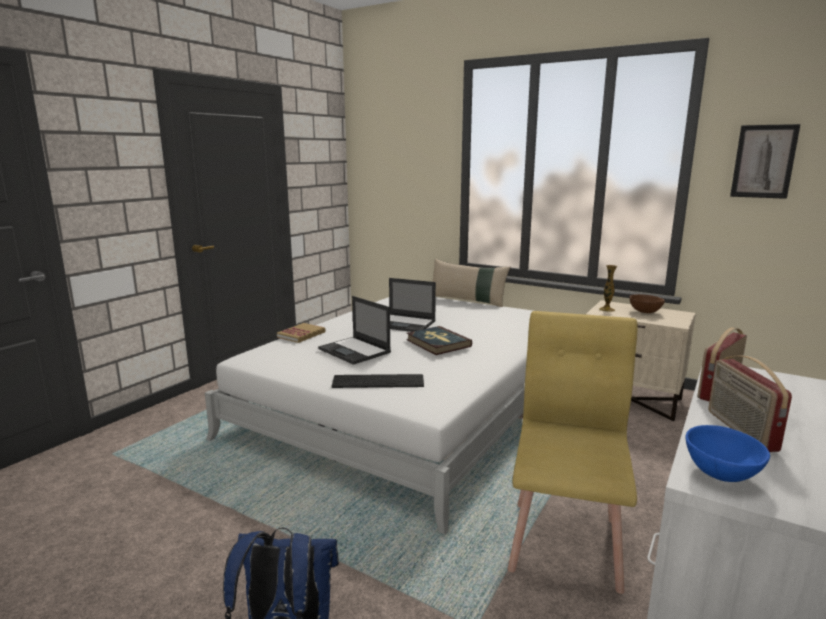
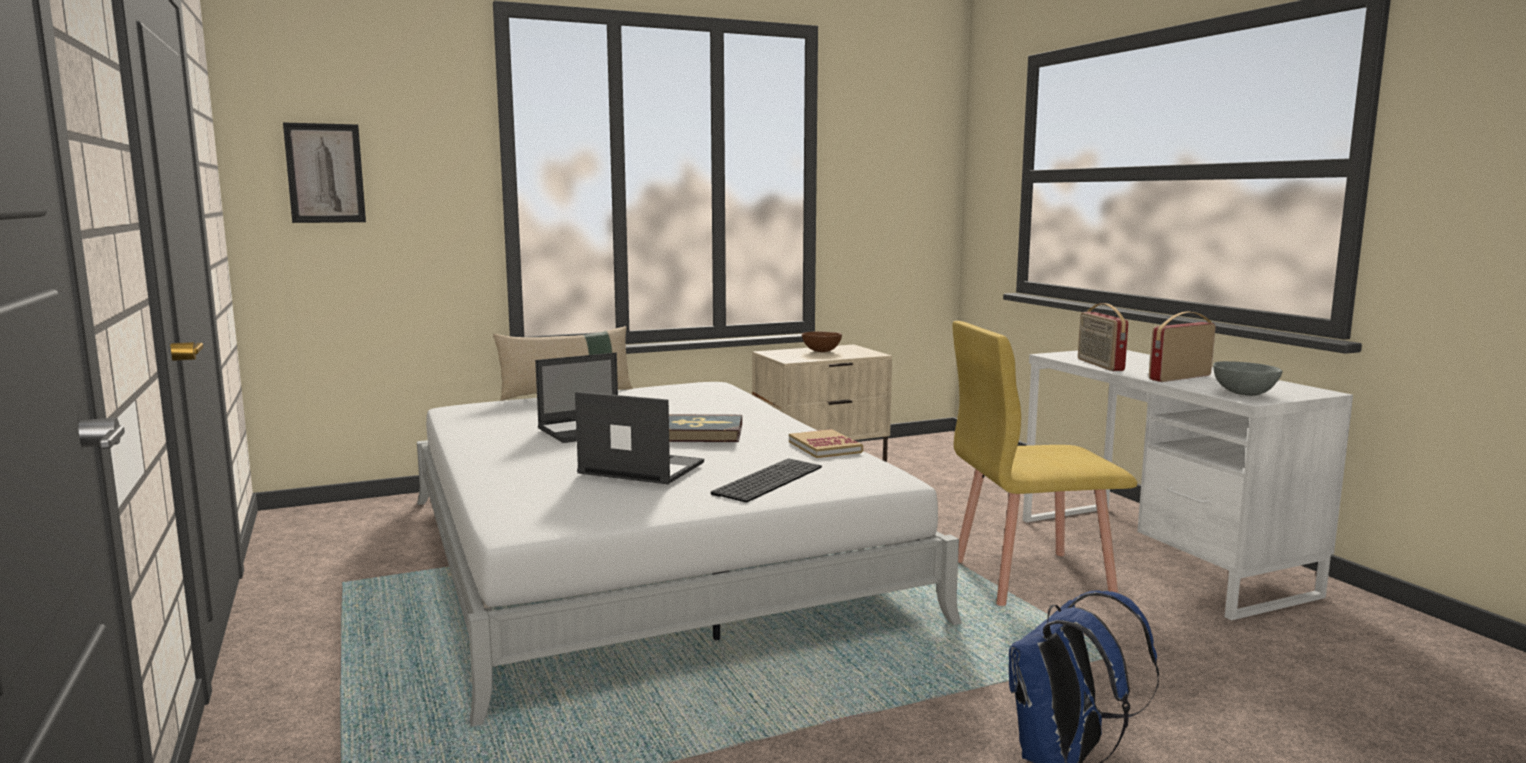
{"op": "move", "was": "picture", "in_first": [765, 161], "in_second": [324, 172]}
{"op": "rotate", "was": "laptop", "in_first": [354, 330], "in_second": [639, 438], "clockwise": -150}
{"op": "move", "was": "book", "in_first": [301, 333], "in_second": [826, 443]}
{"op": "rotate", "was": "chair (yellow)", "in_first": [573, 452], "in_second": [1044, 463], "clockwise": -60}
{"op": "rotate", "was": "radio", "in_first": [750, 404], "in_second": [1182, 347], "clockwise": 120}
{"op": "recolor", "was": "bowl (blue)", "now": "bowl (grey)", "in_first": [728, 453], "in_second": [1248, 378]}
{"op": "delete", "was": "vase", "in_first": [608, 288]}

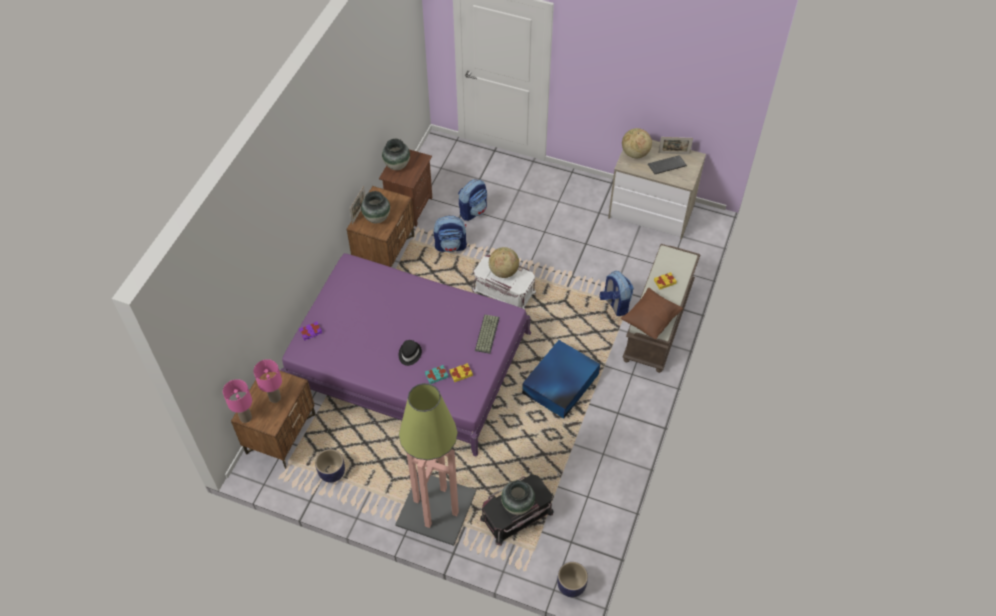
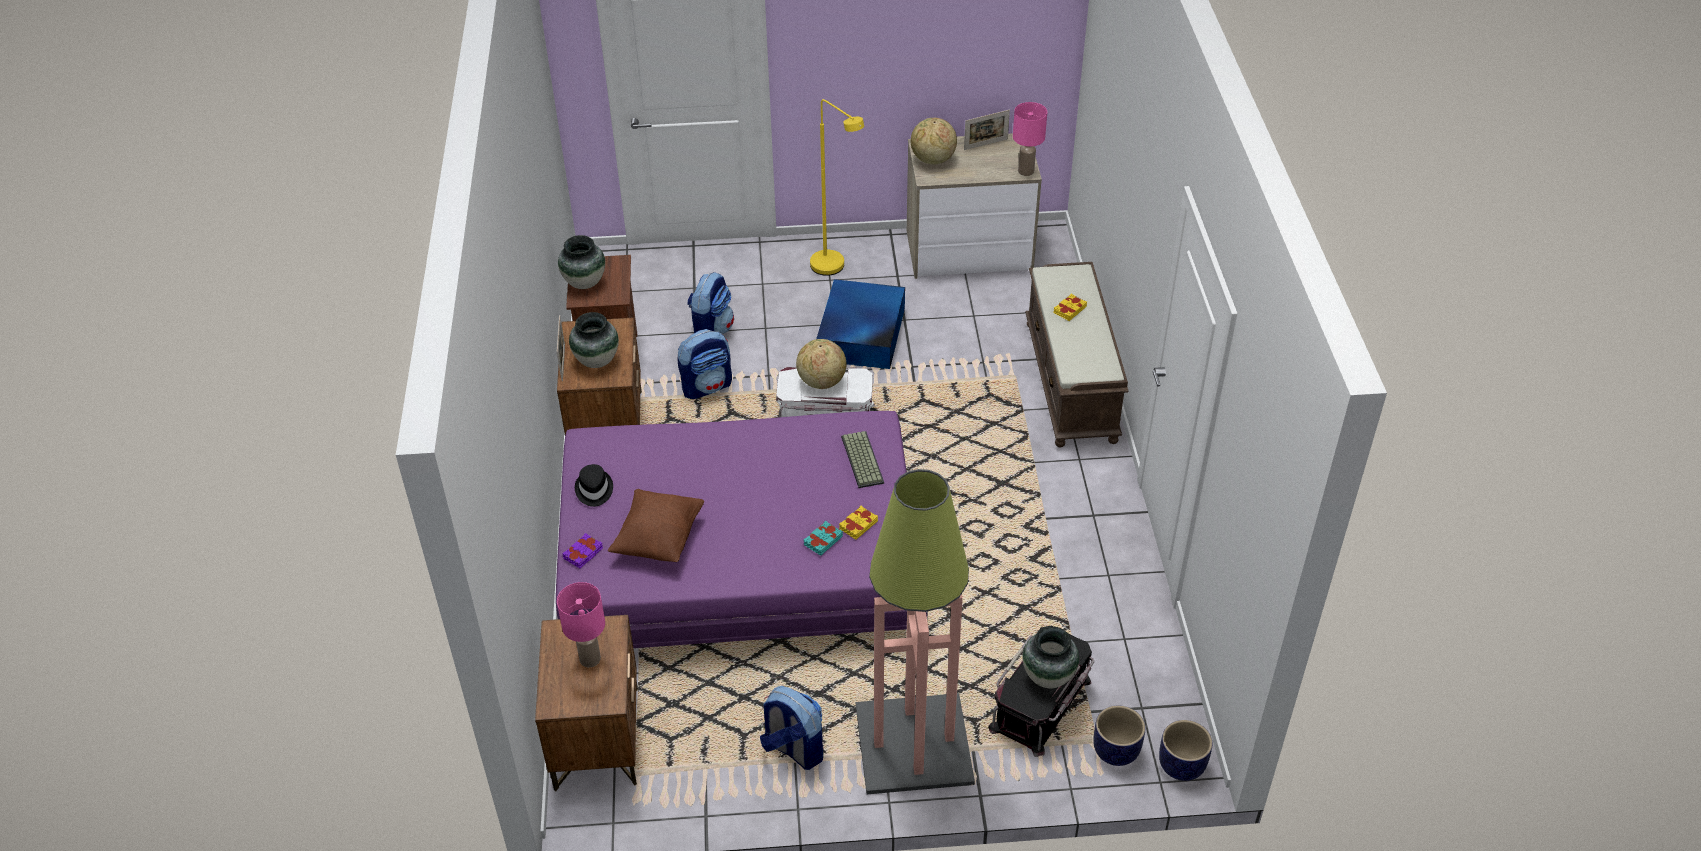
{"op": "move", "was": "hat (black)", "in_first": [410, 353], "in_second": [594, 485]}
{"op": "move", "was": "pillow (brown)", "in_first": [652, 313], "in_second": [656, 525]}
{"op": "move", "was": "backpack", "in_first": [616, 293], "in_second": [791, 728]}
{"op": "insert", "now": "floor lamp (yellow)", "in_second": [837, 187]}
{"op": "move", "was": "storage box (blue)", "in_first": [561, 379], "in_second": [860, 324]}
{"op": "move", "was": "table lamp (pink)", "in_first": [237, 401], "in_second": [1030, 139]}
{"op": "move", "was": "planter", "in_first": [330, 466], "in_second": [1119, 736]}
{"op": "delete", "was": "keyboard", "in_first": [667, 164]}

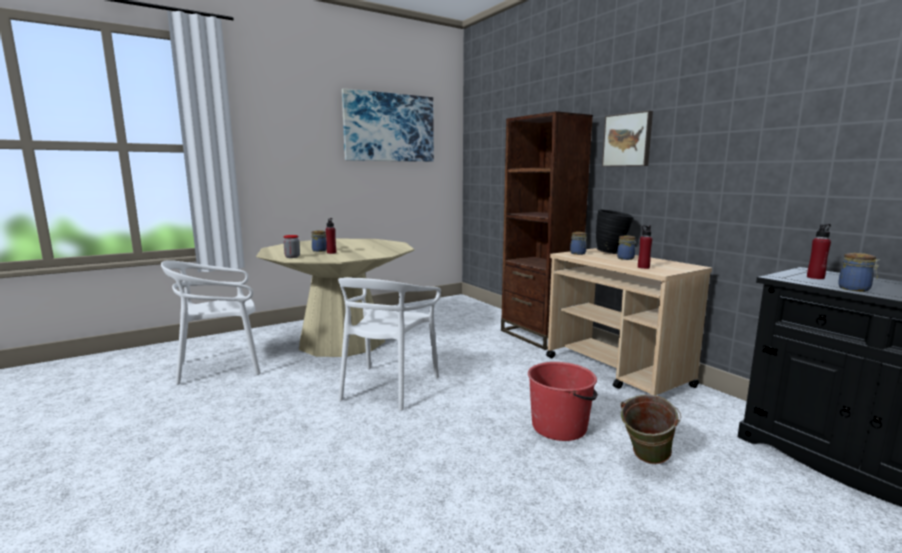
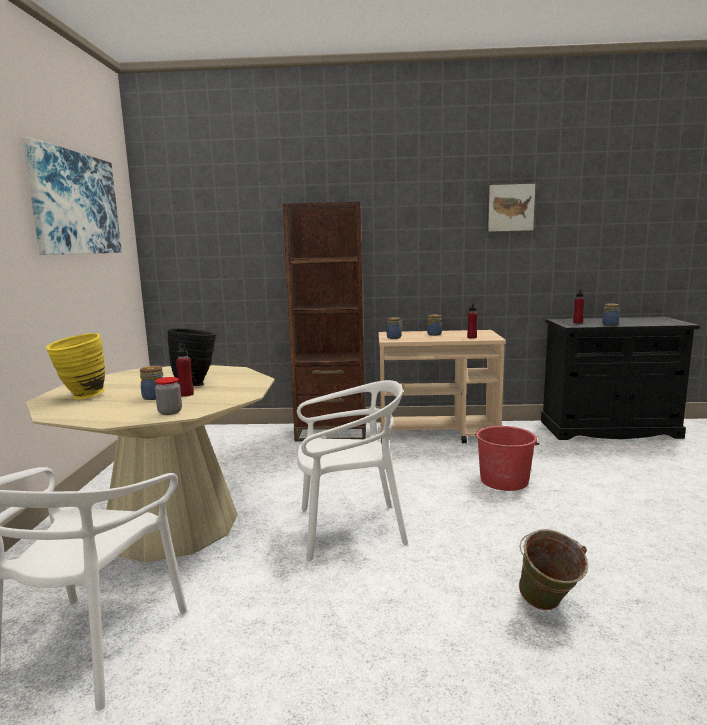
{"op": "insert", "now": "vase (yellow)", "in_second": [75, 366]}
{"op": "move", "was": "vase (black)", "in_first": [615, 231], "in_second": [192, 357]}
{"op": "rotate", "was": "chair (white)", "in_first": [389, 344], "in_second": [352, 470], "clockwise": -60}
{"op": "move", "was": "picture", "in_first": [627, 139], "in_second": [511, 207]}
{"op": "move", "was": "bucket (green)", "in_first": [650, 429], "in_second": [553, 569]}

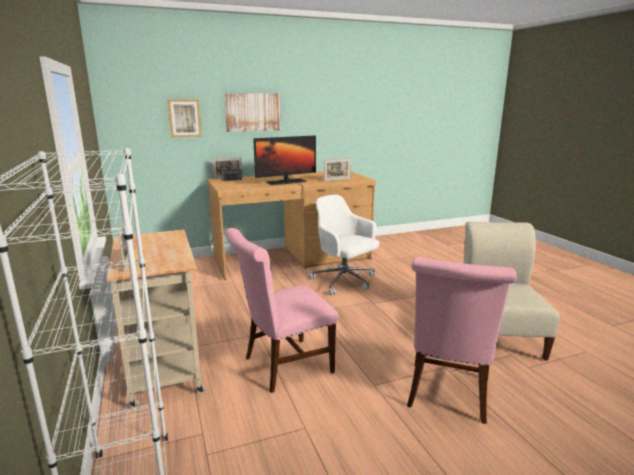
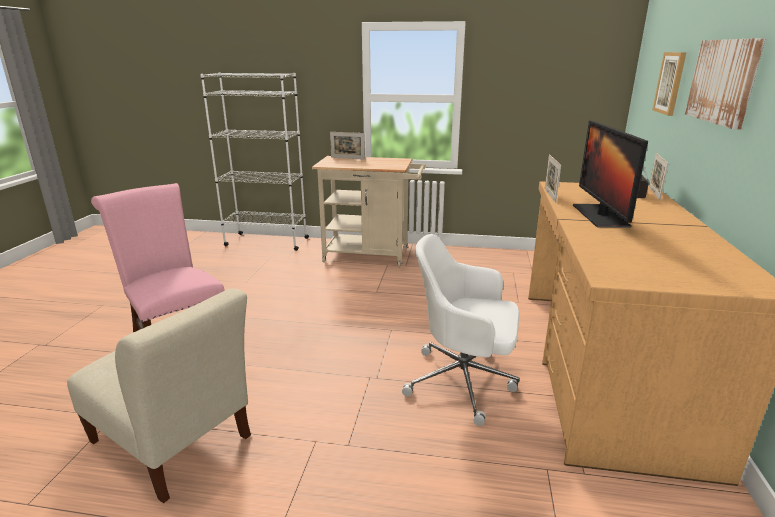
{"op": "rotate", "was": "office chair (white)", "in_first": [343, 245], "in_second": [460, 330], "clockwise": -150}
{"op": "move", "was": "picture frame", "in_first": [337, 169], "in_second": [553, 178]}
{"op": "delete", "was": "chair (pink)", "in_first": [281, 310]}

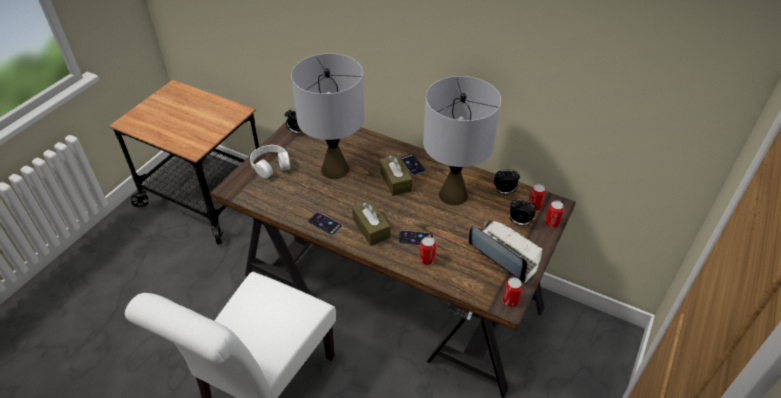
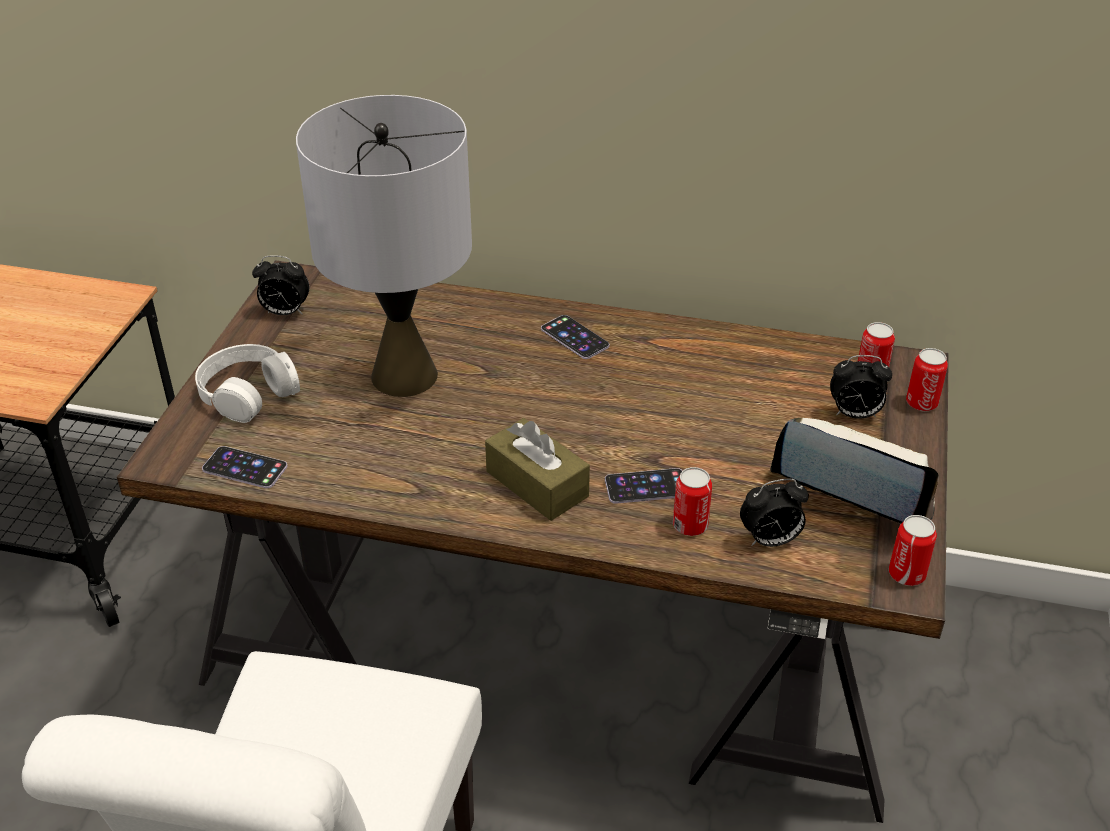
{"op": "move", "was": "phone", "in_first": [325, 224], "in_second": [244, 467]}
{"op": "move", "was": "alarm clock", "in_first": [507, 182], "in_second": [774, 513]}
{"op": "delete", "was": "tissue box (brown)", "in_first": [396, 175]}
{"op": "delete", "was": "table lamp (grey)", "in_first": [462, 140]}

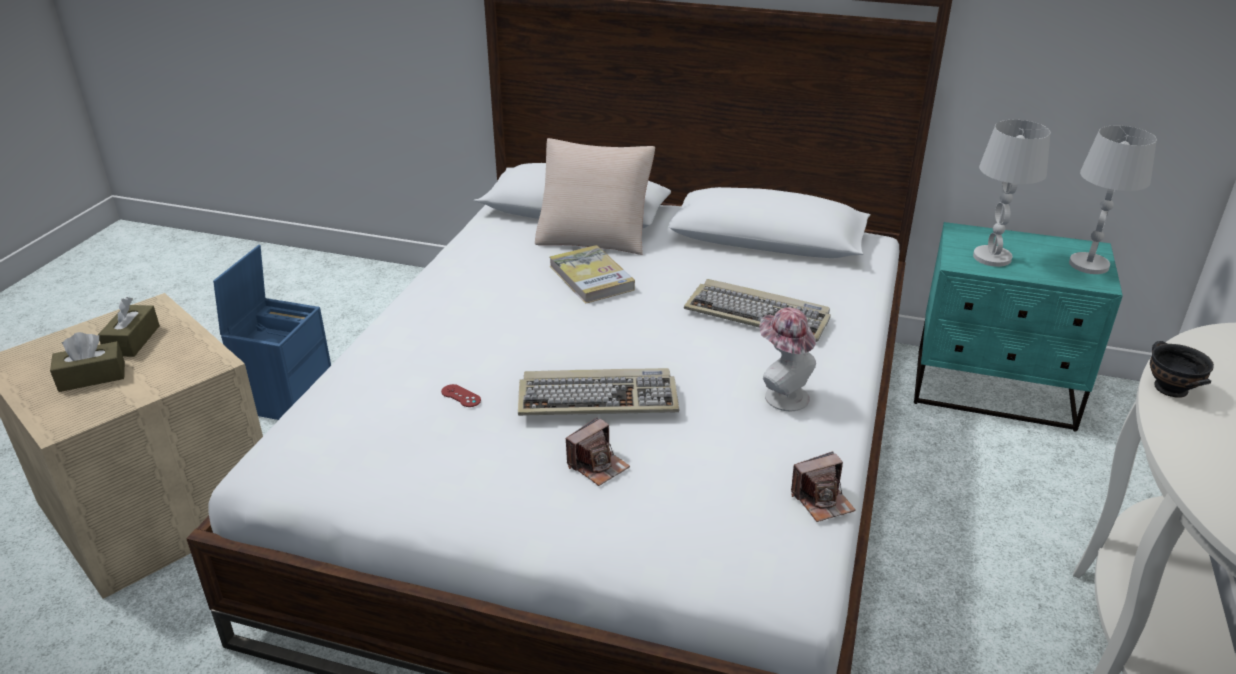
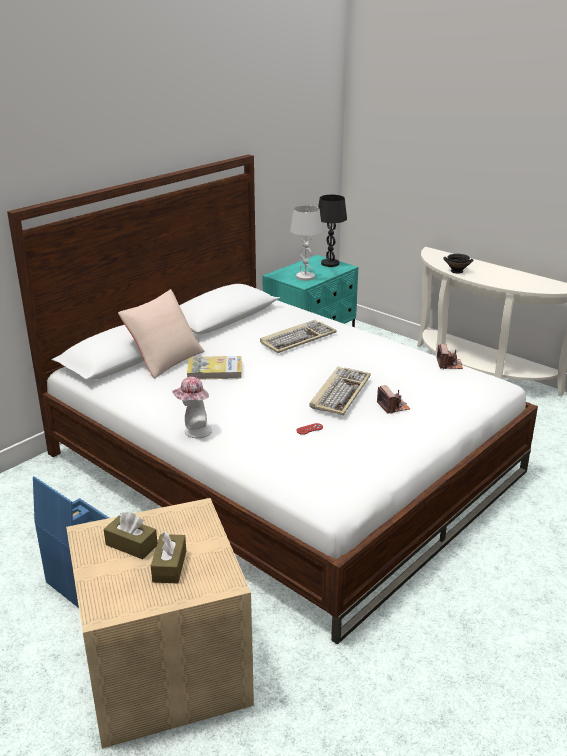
{"op": "move", "was": "hat", "in_first": [787, 359], "in_second": [192, 407]}
{"op": "recolor", "was": "table lamp (white)", "now": "table lamp (black)", "in_first": [1113, 200], "in_second": [332, 231]}

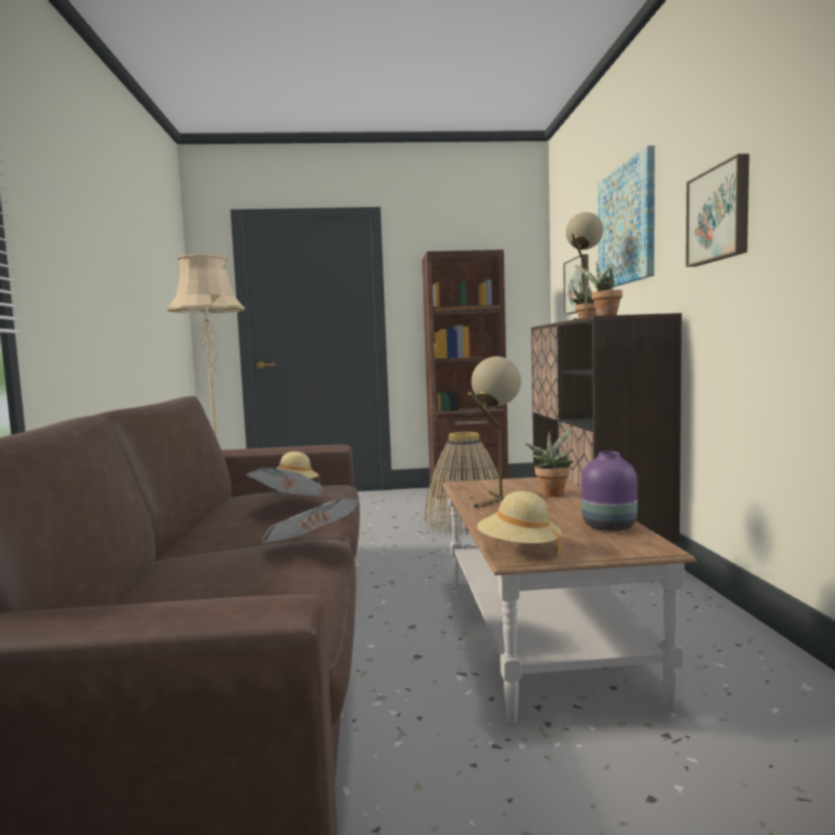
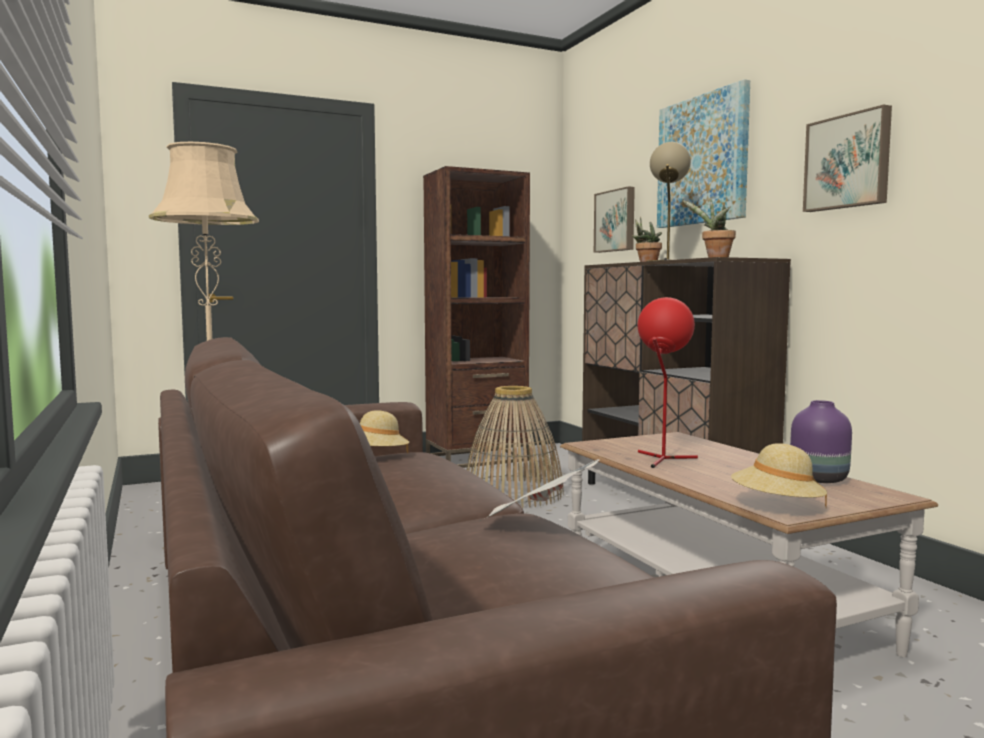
{"op": "recolor", "was": "table lamp (beige)", "now": "table lamp (red)", "in_first": [494, 431], "in_second": [668, 382]}
{"op": "delete", "was": "newspaper", "in_first": [285, 481]}
{"op": "delete", "was": "potted plant", "in_first": [549, 462]}

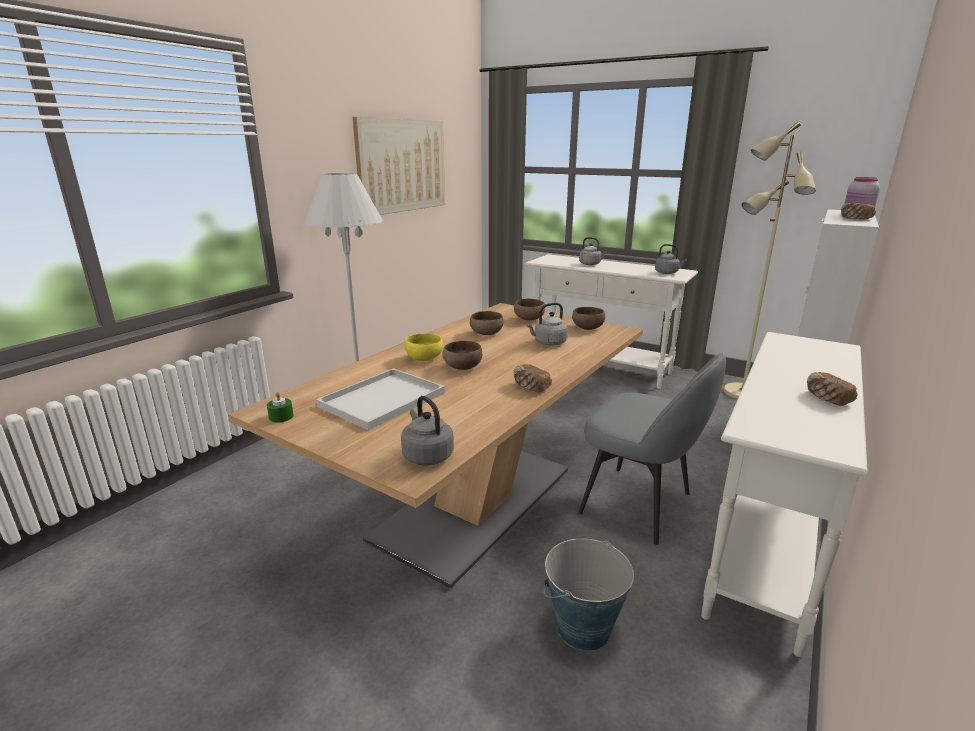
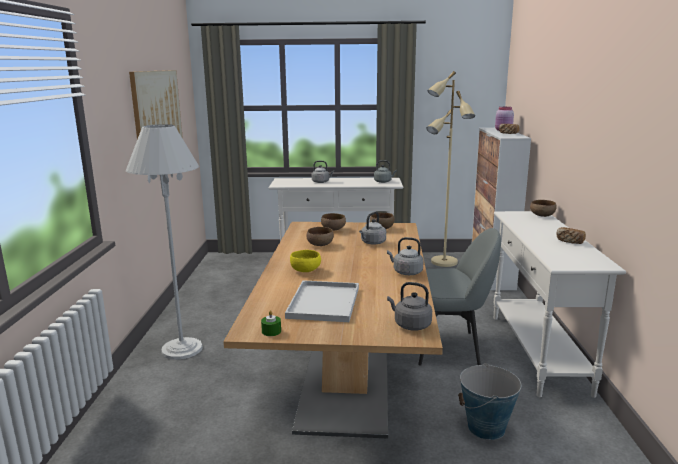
{"op": "replace", "was": "bread", "now": "kettle (grey)", "in_first": [532, 378], "in_second": [405, 256]}
{"op": "move", "was": "bowl (brown)", "in_first": [462, 355], "in_second": [543, 208]}

